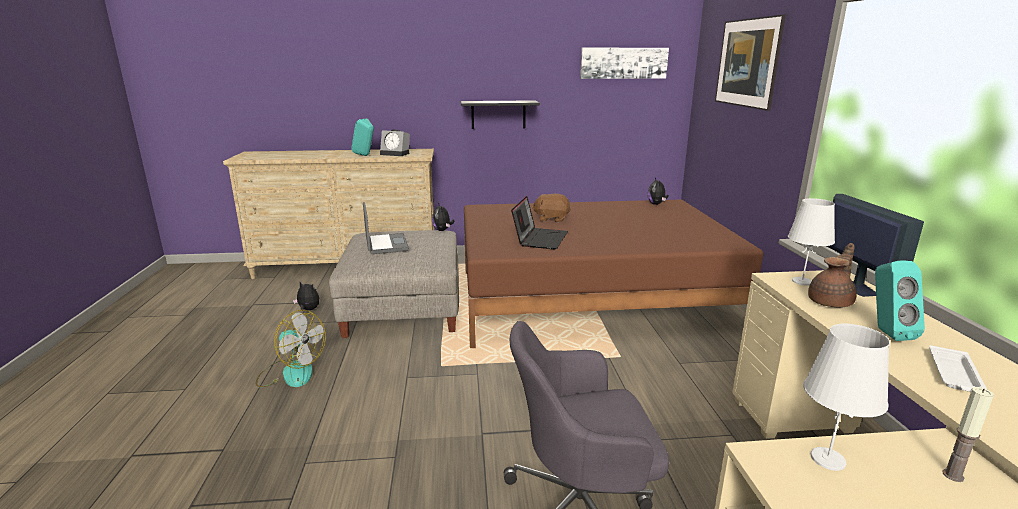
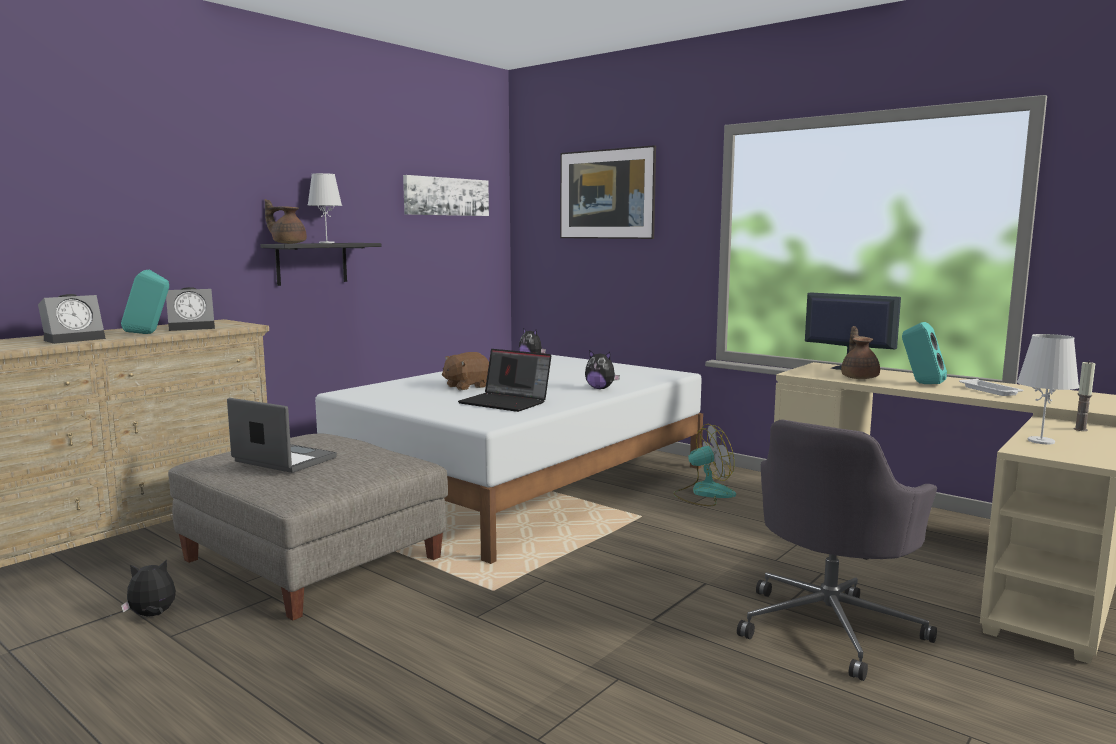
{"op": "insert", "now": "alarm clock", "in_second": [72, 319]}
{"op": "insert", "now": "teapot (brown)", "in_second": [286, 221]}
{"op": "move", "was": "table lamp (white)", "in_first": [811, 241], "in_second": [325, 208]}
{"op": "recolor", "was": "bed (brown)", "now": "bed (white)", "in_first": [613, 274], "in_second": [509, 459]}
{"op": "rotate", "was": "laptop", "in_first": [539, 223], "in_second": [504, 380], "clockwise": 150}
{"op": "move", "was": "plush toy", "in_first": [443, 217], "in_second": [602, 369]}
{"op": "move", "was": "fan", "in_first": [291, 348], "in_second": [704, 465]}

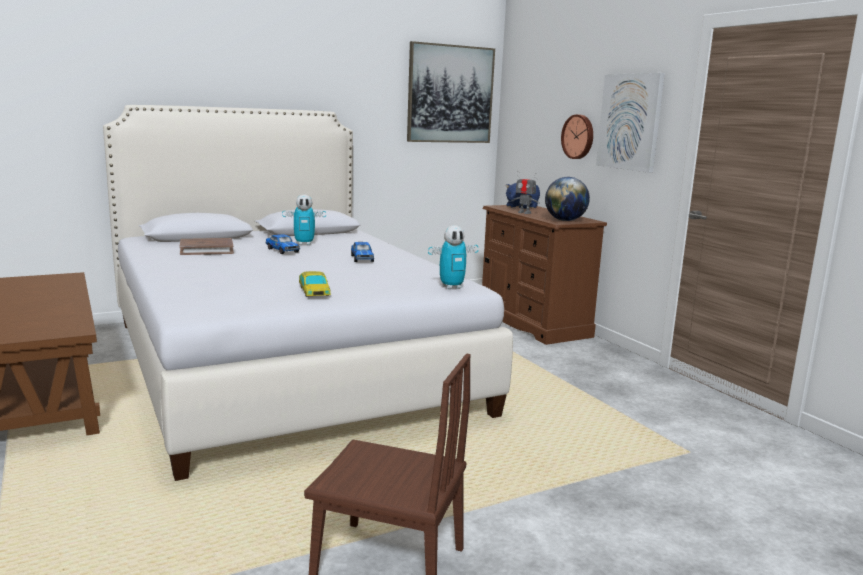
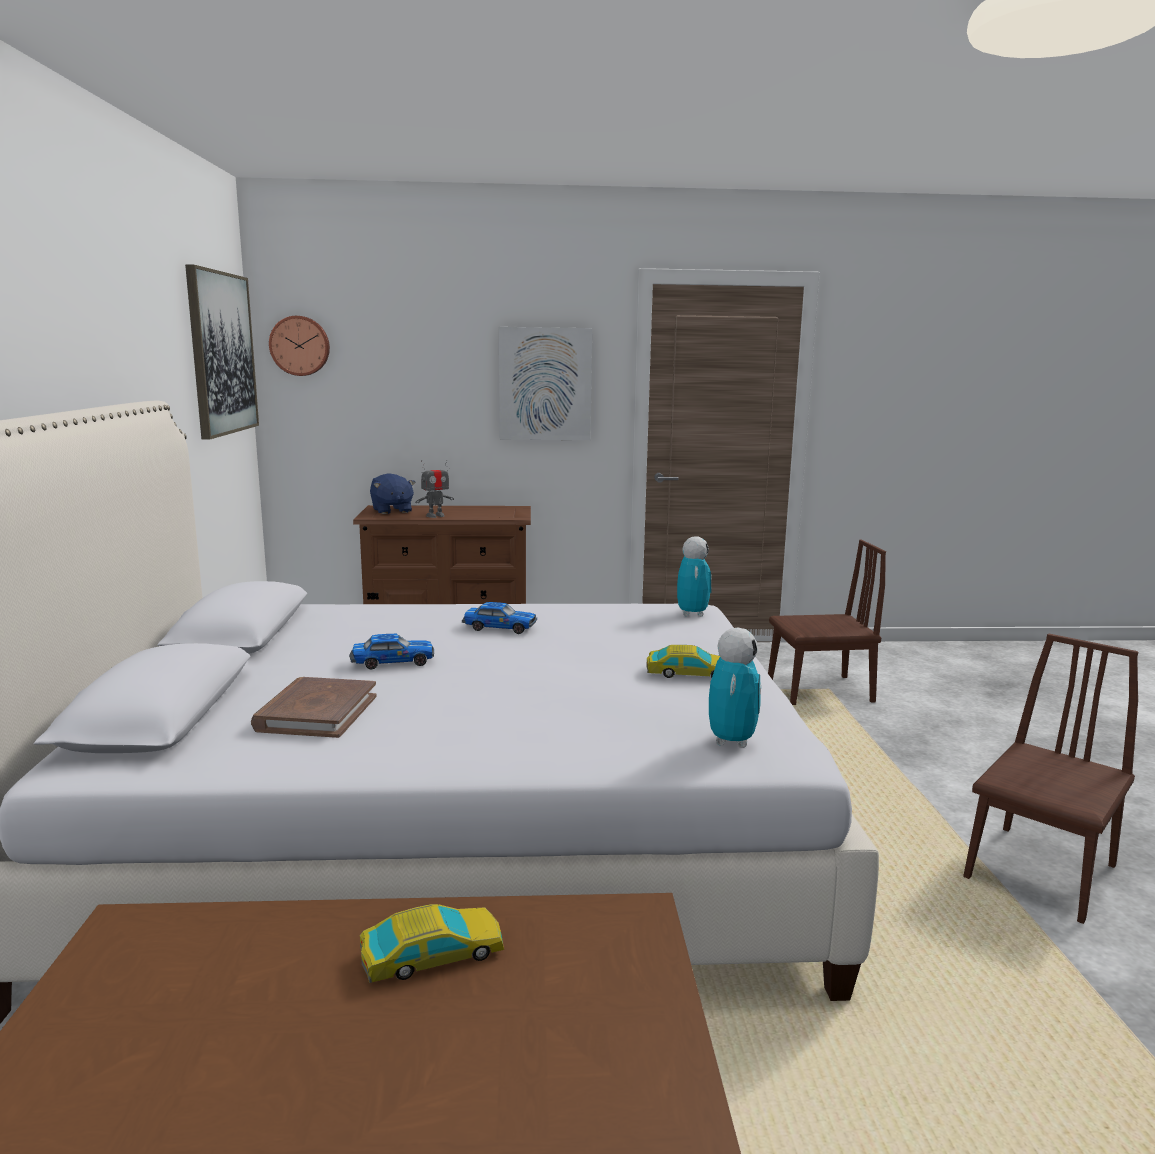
{"op": "move", "was": "wall clock", "in_first": [577, 136], "in_second": [299, 346]}
{"op": "insert", "now": "toy car", "in_second": [432, 943]}
{"op": "move", "was": "toy robot", "in_first": [304, 220], "in_second": [735, 688]}
{"op": "insert", "now": "chair (brown)", "in_second": [827, 622]}
{"op": "delete", "was": "globe", "in_first": [567, 199]}

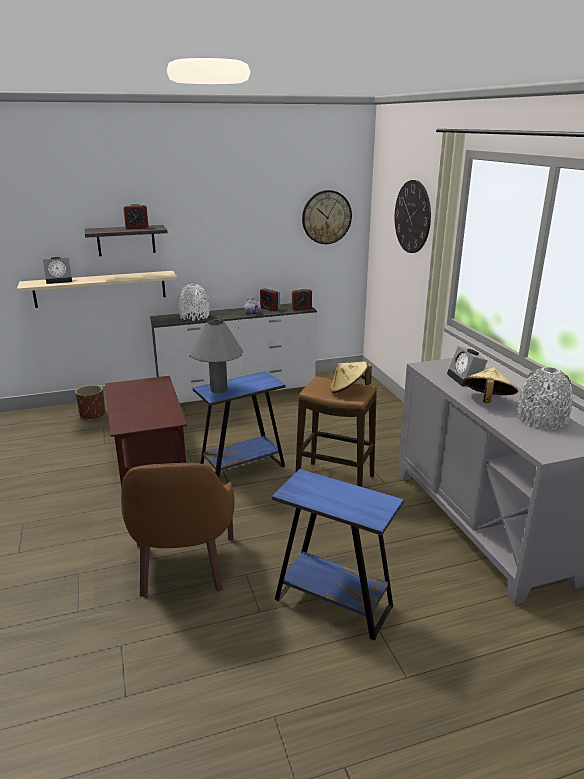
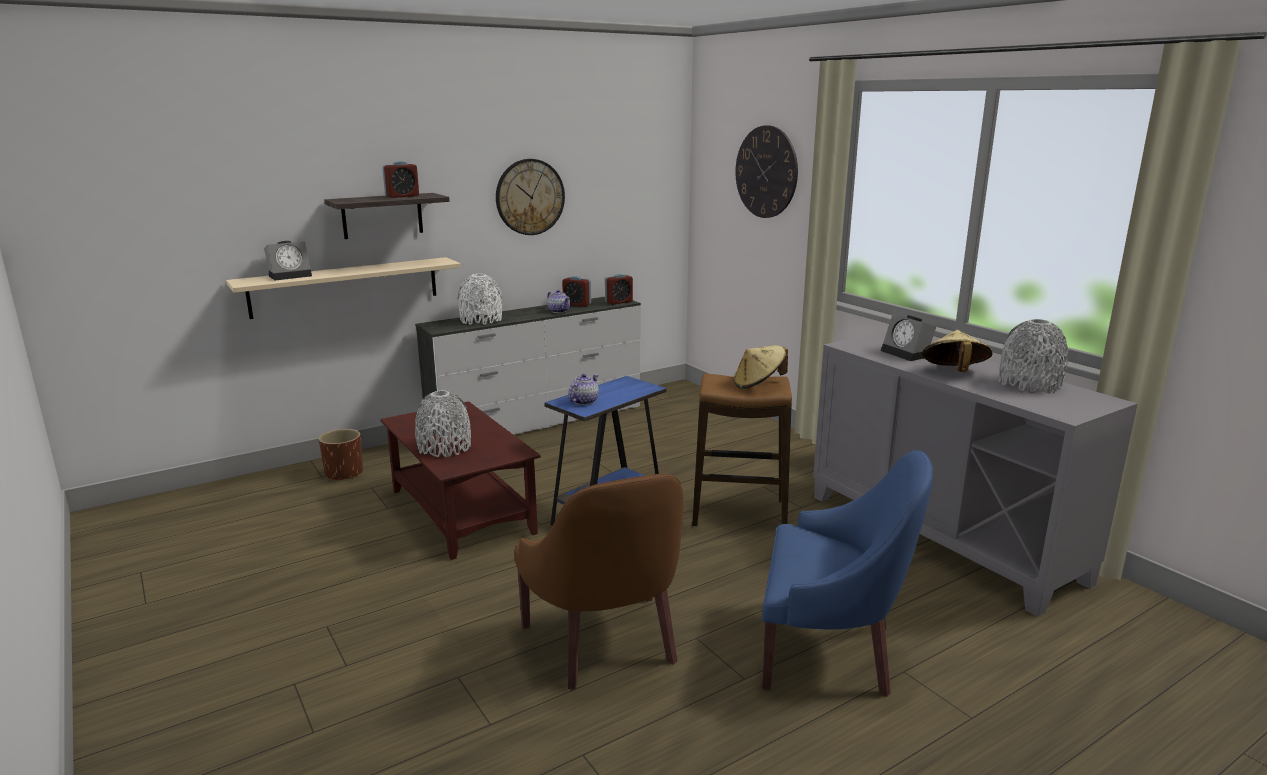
{"op": "insert", "now": "vase (grey)", "in_second": [443, 423]}
{"op": "move", "was": "wall clock", "in_first": [327, 217], "in_second": [530, 197]}
{"op": "replace", "was": "table lamp (grey)", "now": "teapot", "in_first": [216, 356], "in_second": [583, 389]}
{"op": "replace", "was": "side table (blue)", "now": "armchair (blue)", "in_first": [338, 555], "in_second": [847, 573]}

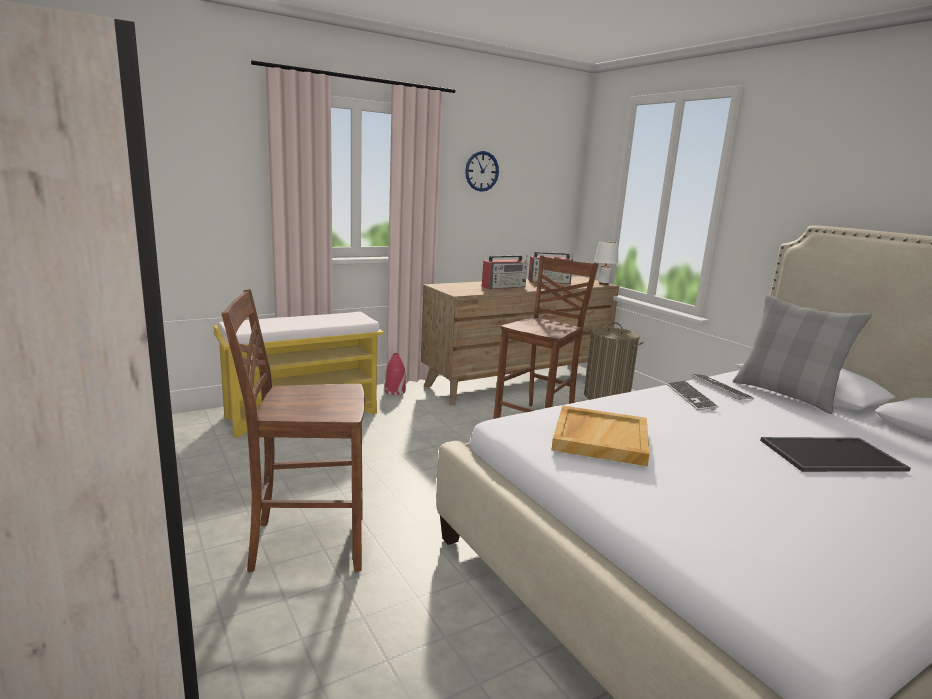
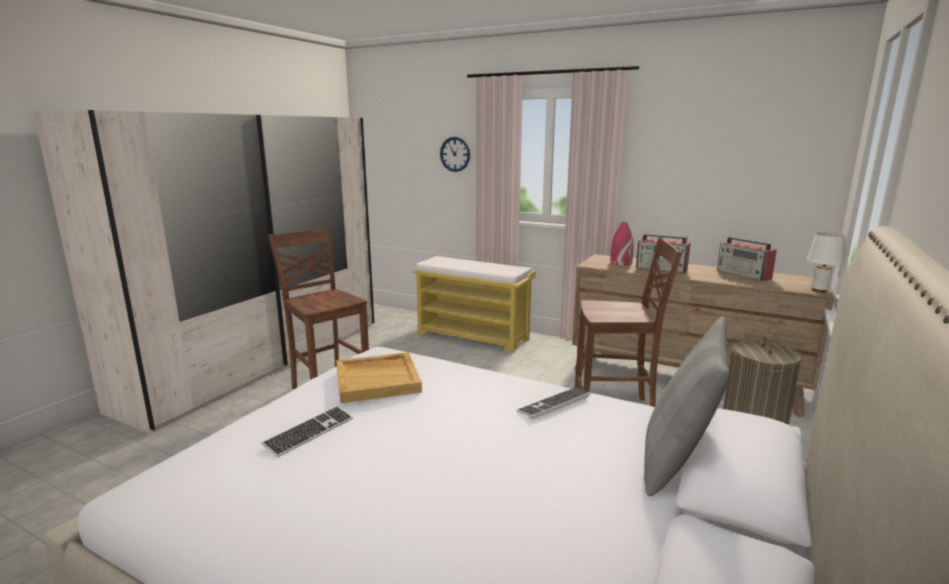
{"op": "move", "was": "keyboard", "in_first": [723, 387], "in_second": [307, 431]}
{"op": "move", "was": "wall clock", "in_first": [482, 171], "in_second": [455, 154]}
{"op": "move", "was": "vase (red)", "in_first": [395, 374], "in_second": [622, 243]}
{"op": "delete", "was": "tray", "in_first": [835, 454]}

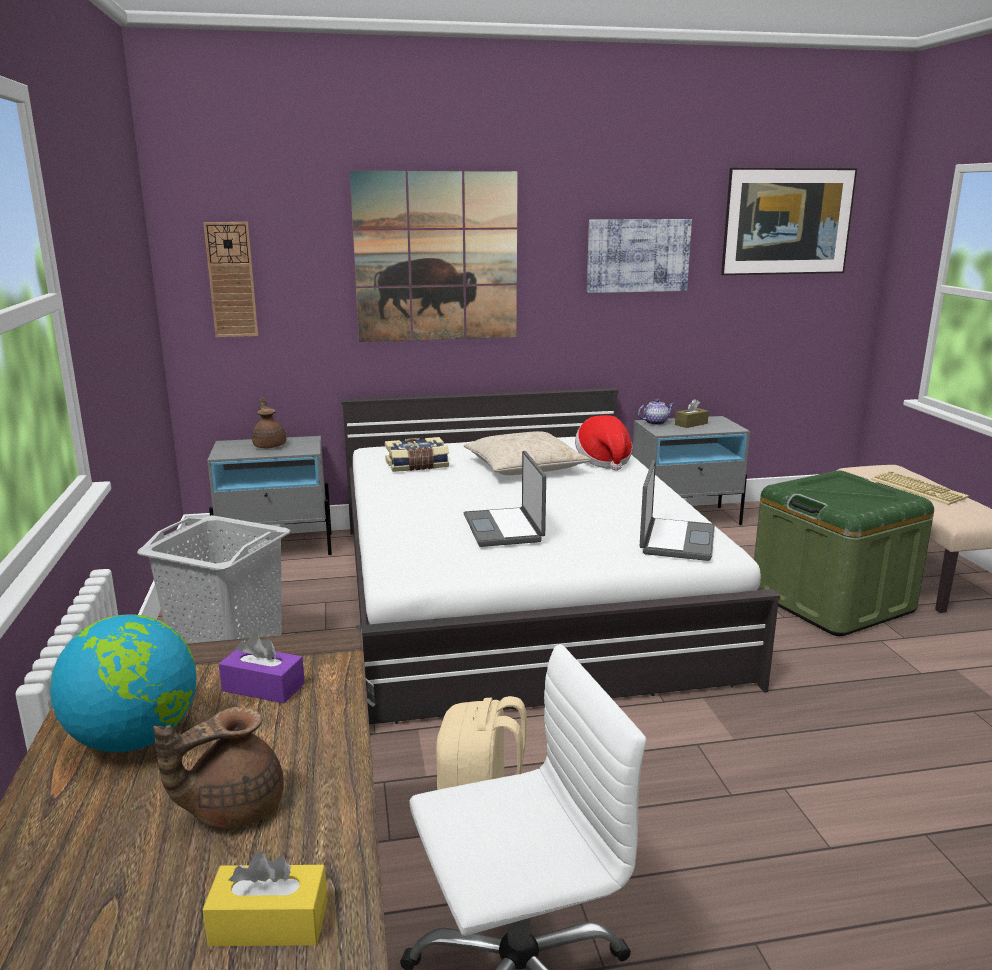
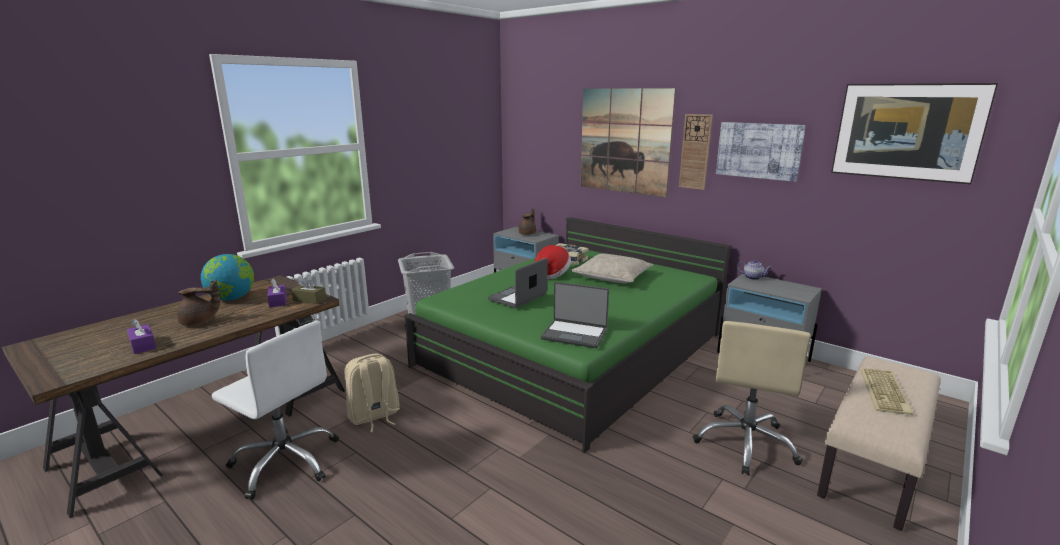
{"op": "recolor", "was": "tissue box (yellow)", "now": "tissue box (purple)", "in_first": [265, 899], "in_second": [142, 336]}
{"op": "rotate", "was": "teapot (brown)", "in_first": [219, 768], "in_second": [198, 303], "clockwise": 150}
{"op": "move", "was": "tissue box (brown)", "in_first": [692, 413], "in_second": [309, 290]}
{"op": "recolor", "was": "bed (white)", "now": "bed (green)", "in_first": [560, 556], "in_second": [567, 335]}
{"op": "move", "was": "hat", "in_first": [604, 443], "in_second": [552, 262]}
{"op": "rotate", "was": "laptop", "in_first": [677, 510], "in_second": [575, 315], "clockwise": 45}
{"op": "move", "was": "wall clock", "in_first": [230, 279], "in_second": [696, 152]}
{"op": "replace", "was": "storage box (green)", "now": "office chair (beige)", "in_first": [844, 553], "in_second": [752, 398]}

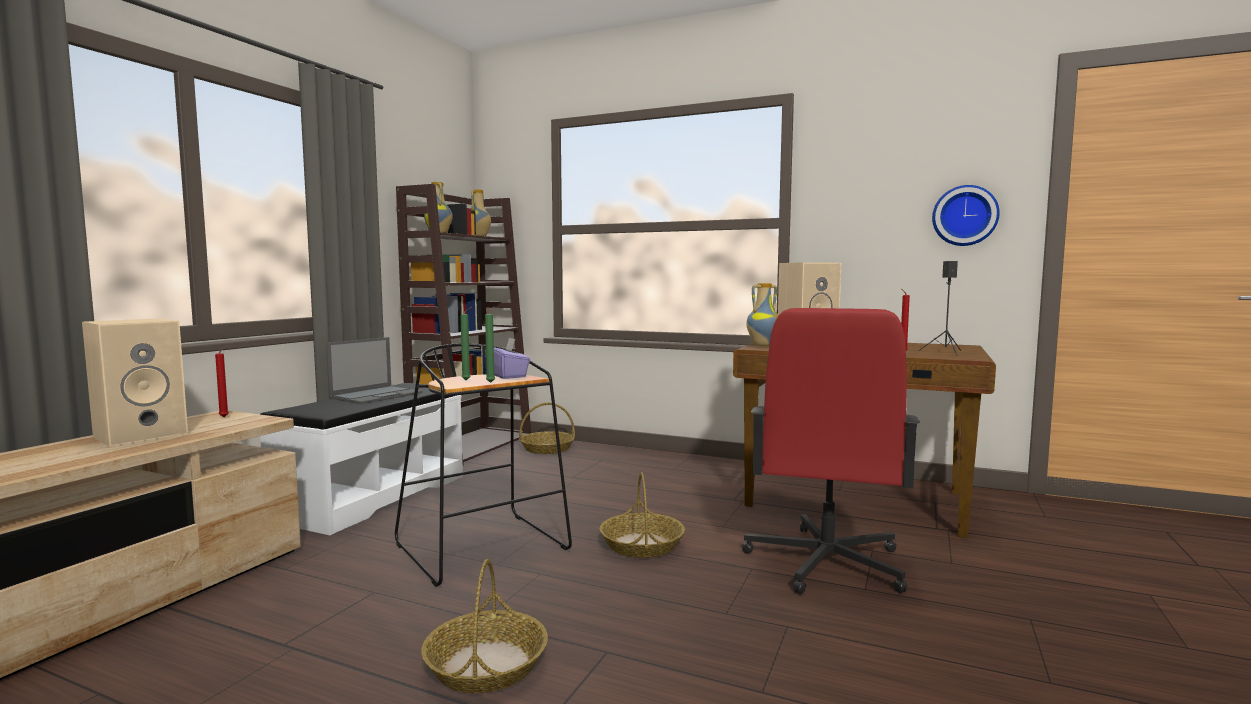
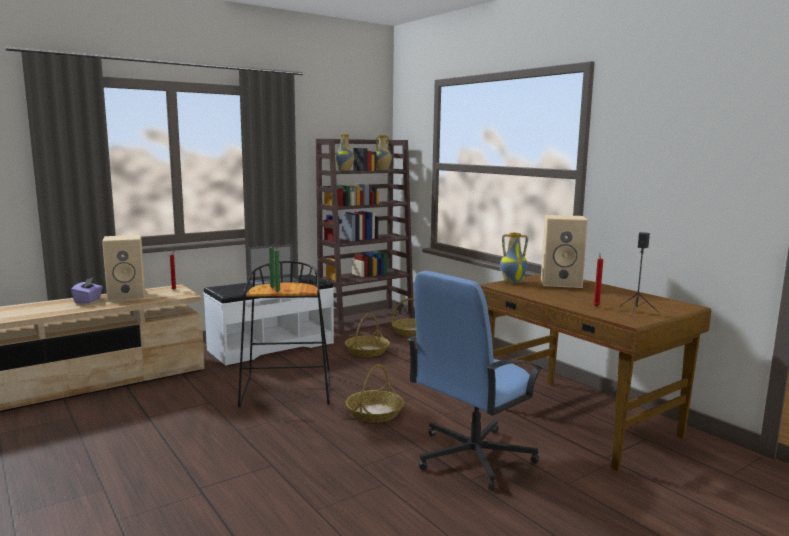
{"op": "move", "was": "tissue box (purple)", "in_first": [512, 358], "in_second": [87, 290]}
{"op": "move", "was": "basket", "in_first": [484, 626], "in_second": [367, 335]}
{"op": "recolor", "was": "office chair (red)", "now": "office chair (blue)", "in_first": [831, 451], "in_second": [475, 380]}
{"op": "delete", "was": "wall clock", "in_first": [966, 215]}

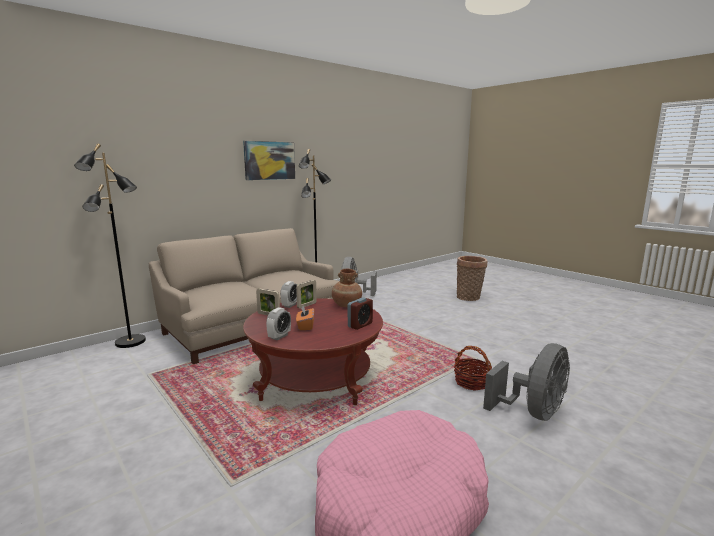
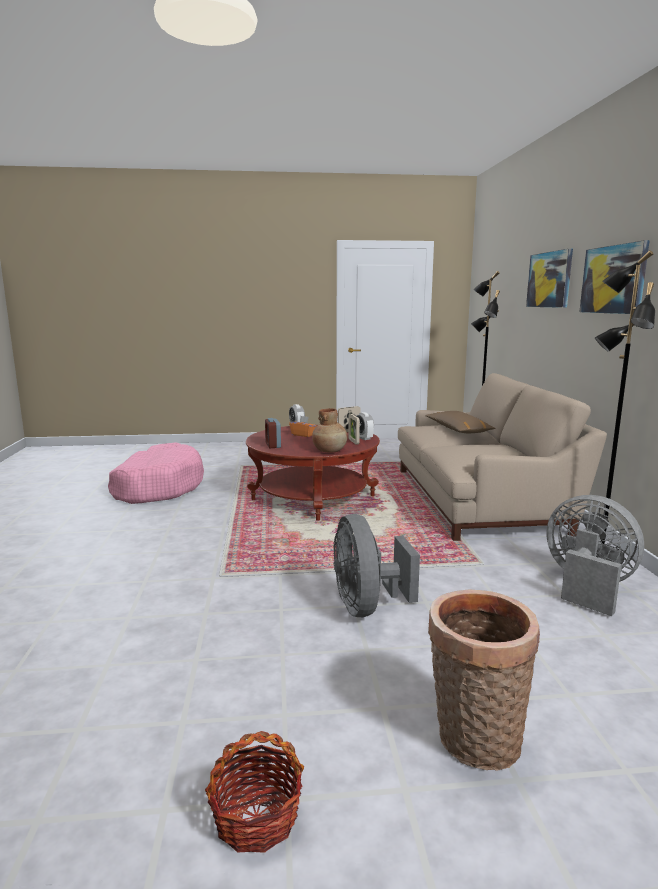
{"op": "move", "was": "basket", "in_first": [473, 368], "in_second": [254, 792]}
{"op": "move", "was": "fan (grey)", "in_first": [526, 382], "in_second": [376, 565]}
{"op": "insert", "now": "pillow (brown)", "in_second": [460, 422]}
{"op": "insert", "now": "picture", "in_second": [549, 278]}

